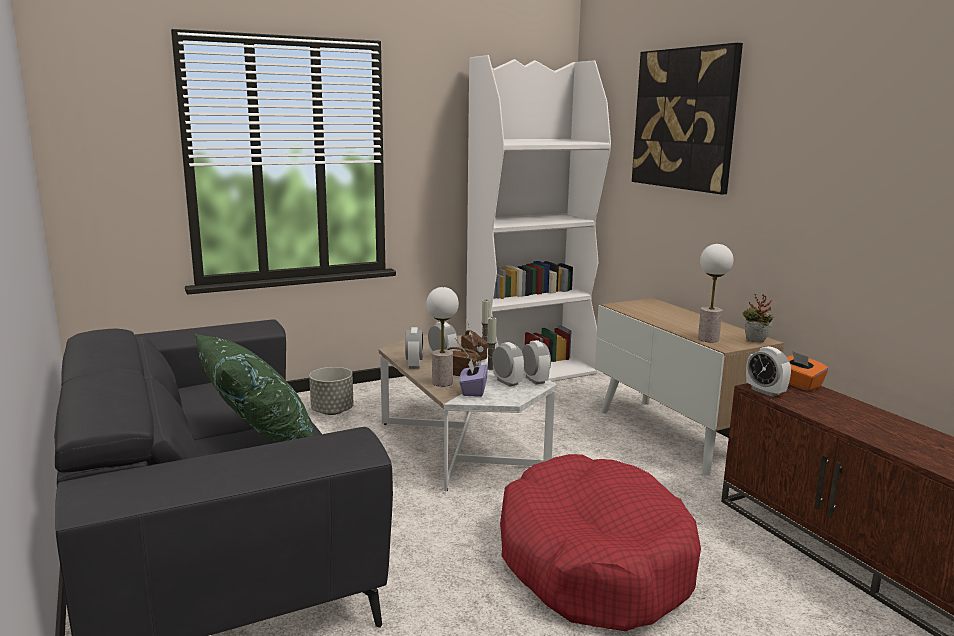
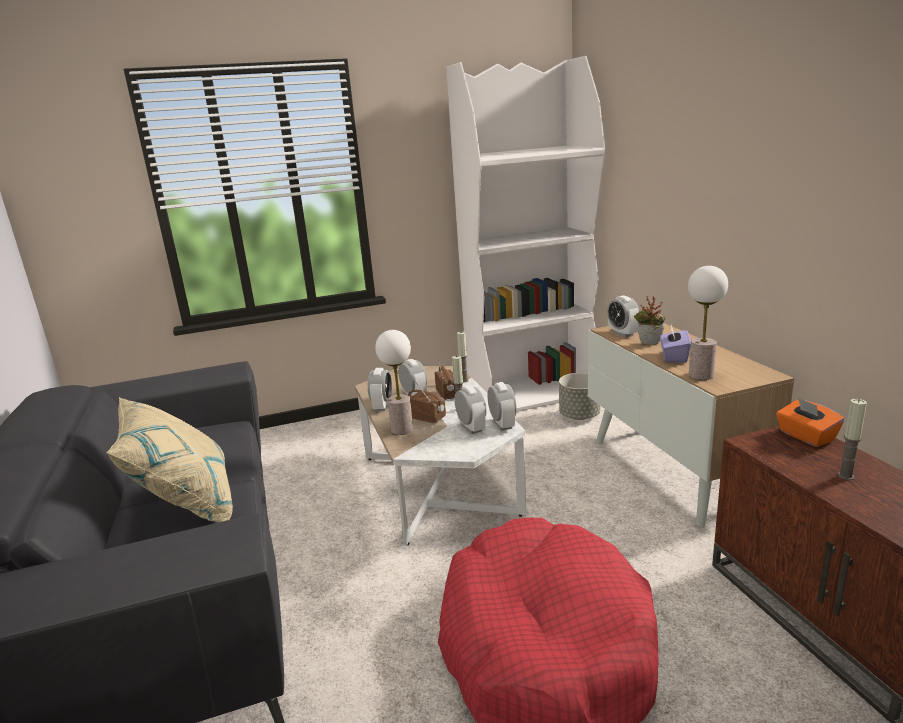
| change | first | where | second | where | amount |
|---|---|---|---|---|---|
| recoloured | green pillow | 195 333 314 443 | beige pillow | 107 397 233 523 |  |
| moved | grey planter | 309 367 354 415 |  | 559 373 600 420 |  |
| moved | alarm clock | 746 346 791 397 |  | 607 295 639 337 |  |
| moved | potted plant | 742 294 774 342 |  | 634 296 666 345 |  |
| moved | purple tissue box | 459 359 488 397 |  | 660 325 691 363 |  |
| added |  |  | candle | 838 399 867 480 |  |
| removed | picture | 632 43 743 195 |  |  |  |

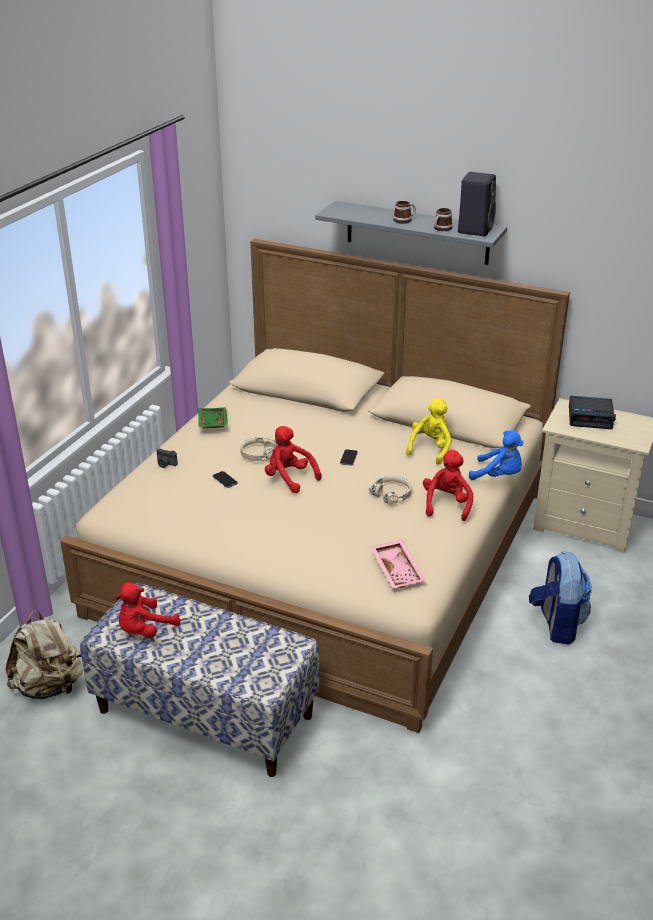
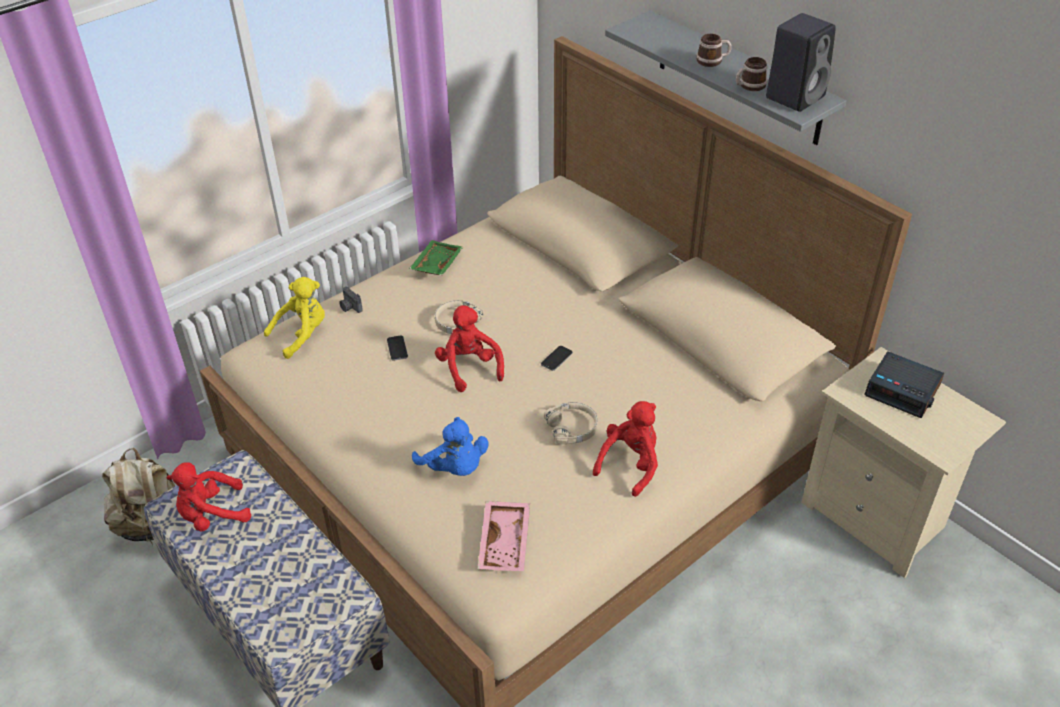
| change | first | where | second | where | amount |
|---|---|---|---|---|---|
| moved | yellow plush toy | 406 398 452 465 |  | 264 277 325 359 |  |
| moved | blue plush toy | 469 430 524 480 |  | 412 417 488 476 |  |
| removed | backpack | 529 551 592 645 |  |  |  |

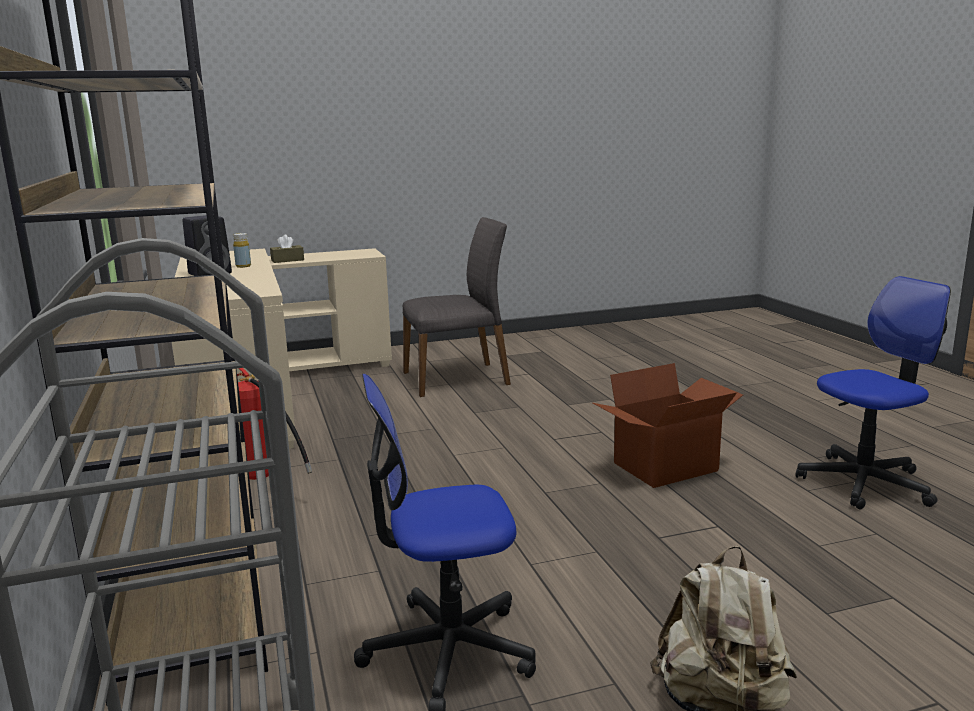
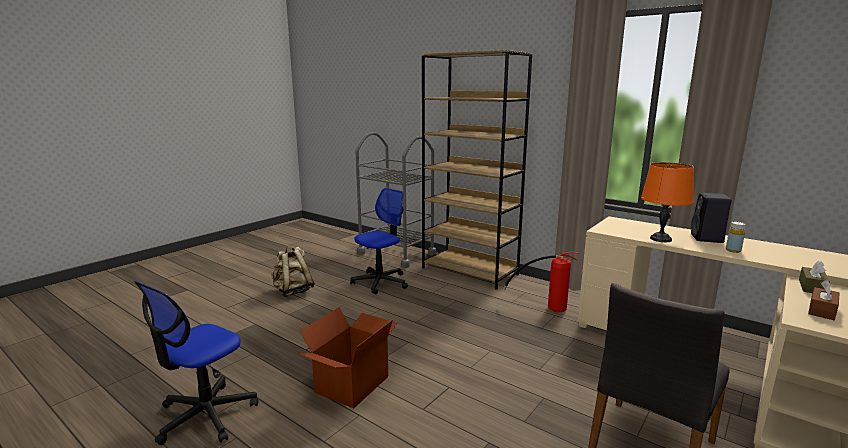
| change | first | where | second | where | amount |
|---|---|---|---|---|---|
| added |  |  | orange table lamp | 641 162 694 242 |  |
| added |  |  | brown tissue box | 808 280 839 320 |  |

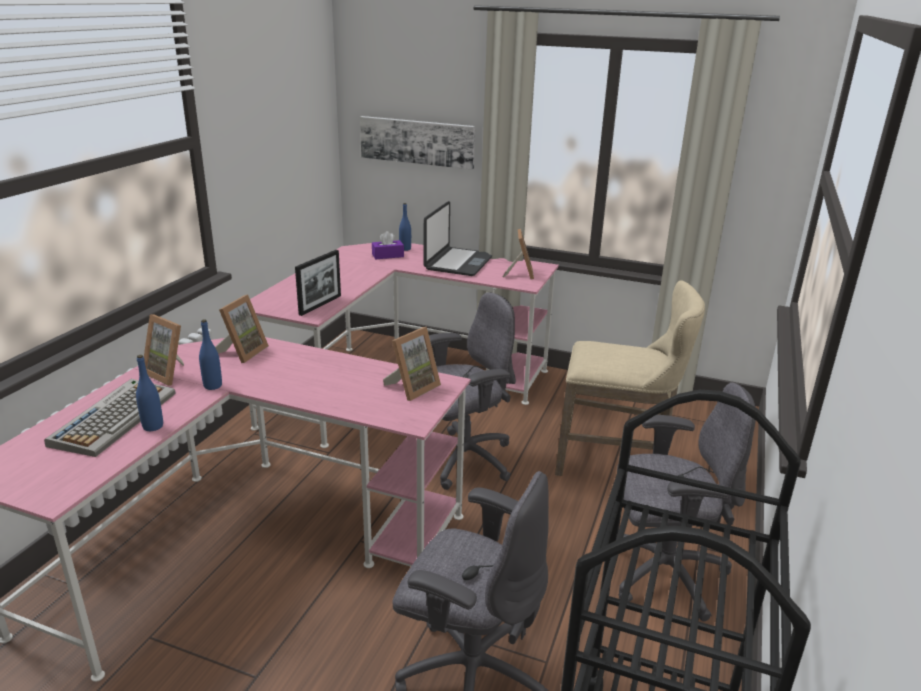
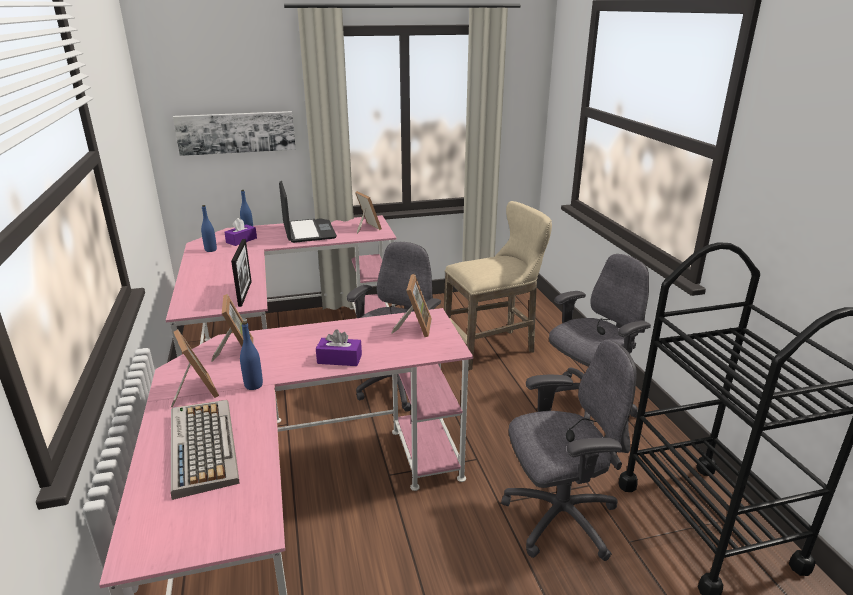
| change | first | where | second | where | amount |
|---|---|---|---|---|---|
| turned | picture frame | 144 314 184 386 |  | 171 330 219 407 | 120 degrees counterclockwise |
| moved | blue bottle | 136 355 163 431 |  | 201 205 217 252 |  |
| added |  |  | purple tissue box | 316 329 362 366 |  |

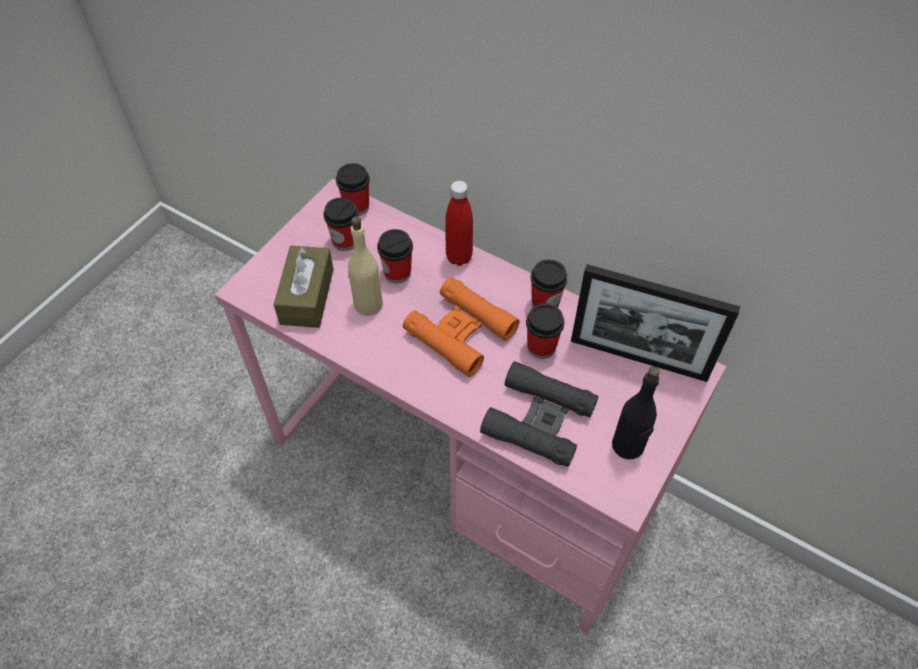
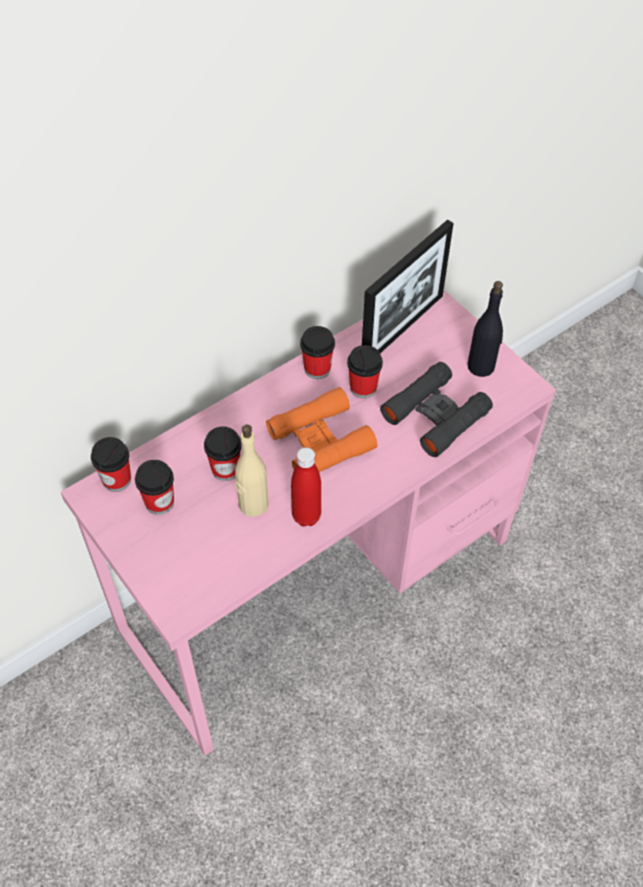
| change | first | where | second | where | amount |
|---|---|---|---|---|---|
| moved | red bottle | 445 181 473 266 |  | 291 447 321 527 |  |
| removed | brown tissue box | 274 246 334 328 |  |  |  |

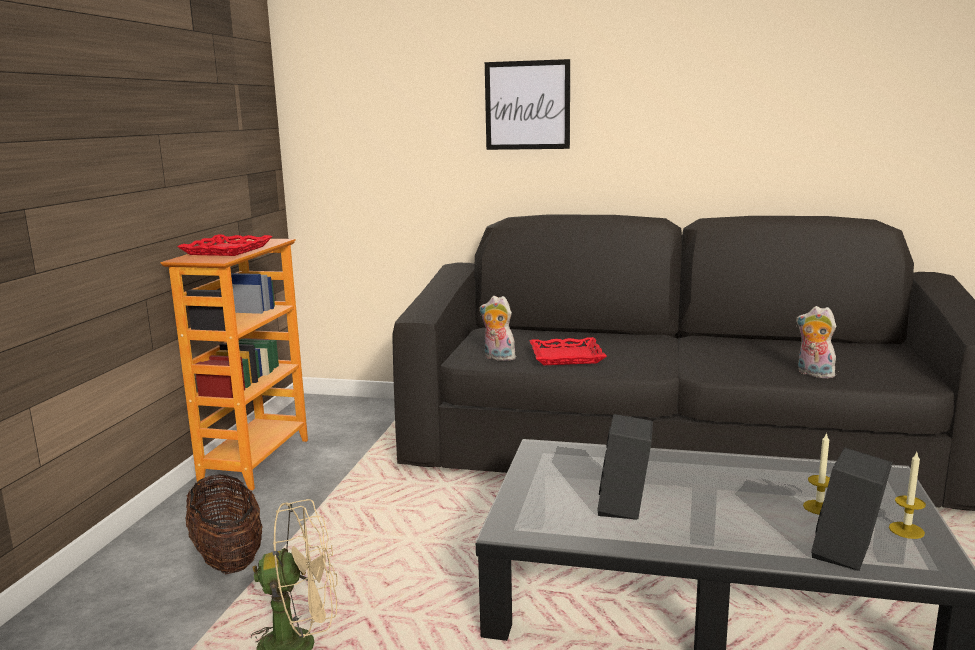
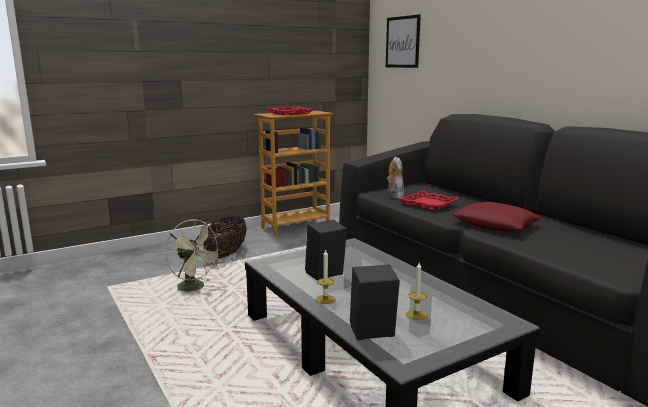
| change | first | where | second | where | amount |
|---|---|---|---|---|---|
| moved | candle | 889 452 926 539 |  | 316 250 336 304 |  |
| moved | picture | 485 59 570 150 |  | 386 14 421 68 |  |
| added |  |  | red pillow | 452 202 542 232 |  |
| removed | plush toy | 796 306 836 378 |  |  |  |

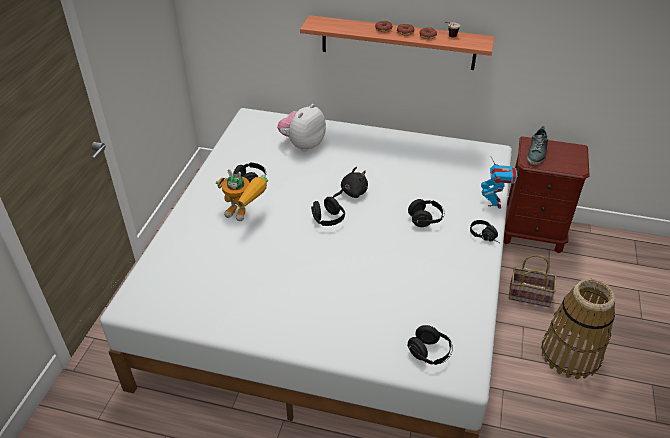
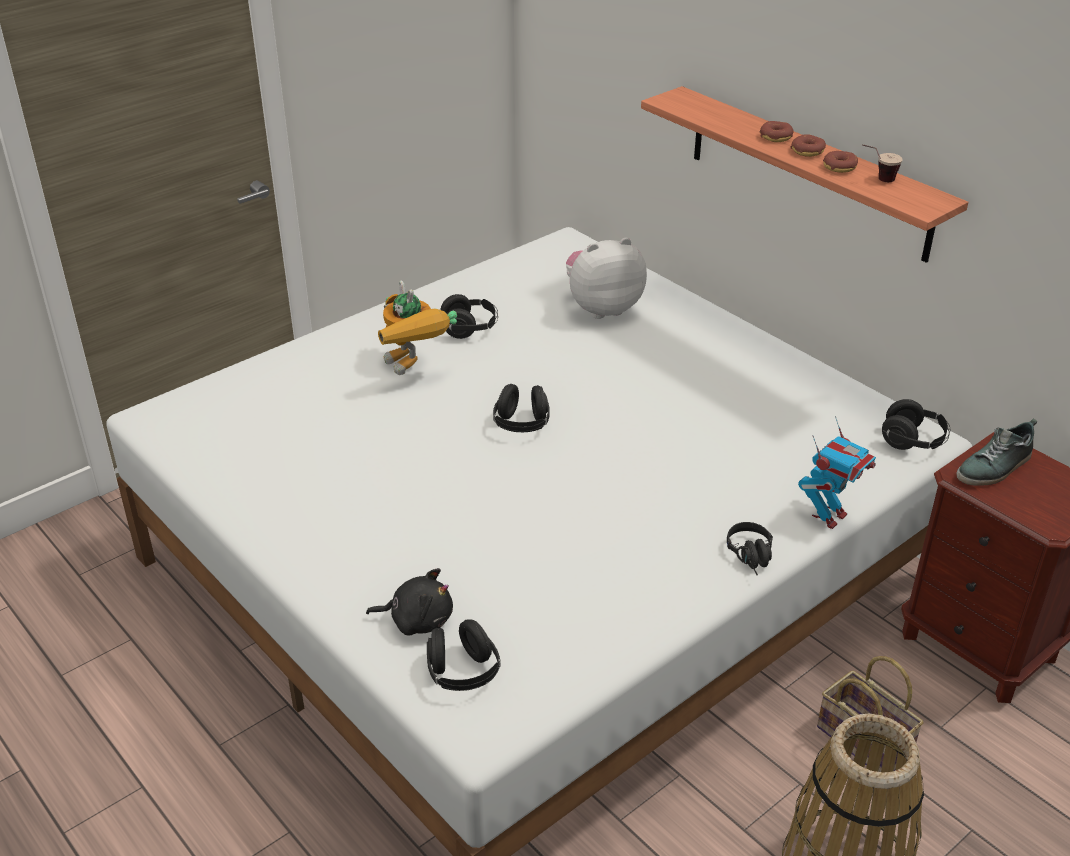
| change | first | where | second | where | amount |
|---|---|---|---|---|---|
| moved | black plush toy | 333 167 368 198 |  | 366 568 453 636 |  |
| moved | black headphones | 408 199 445 227 |  | 882 399 950 450 |  |

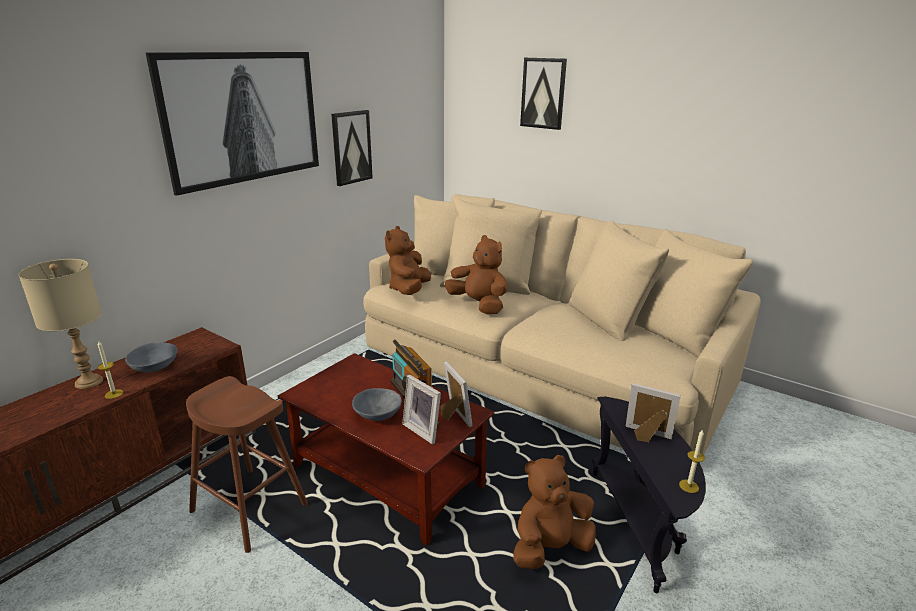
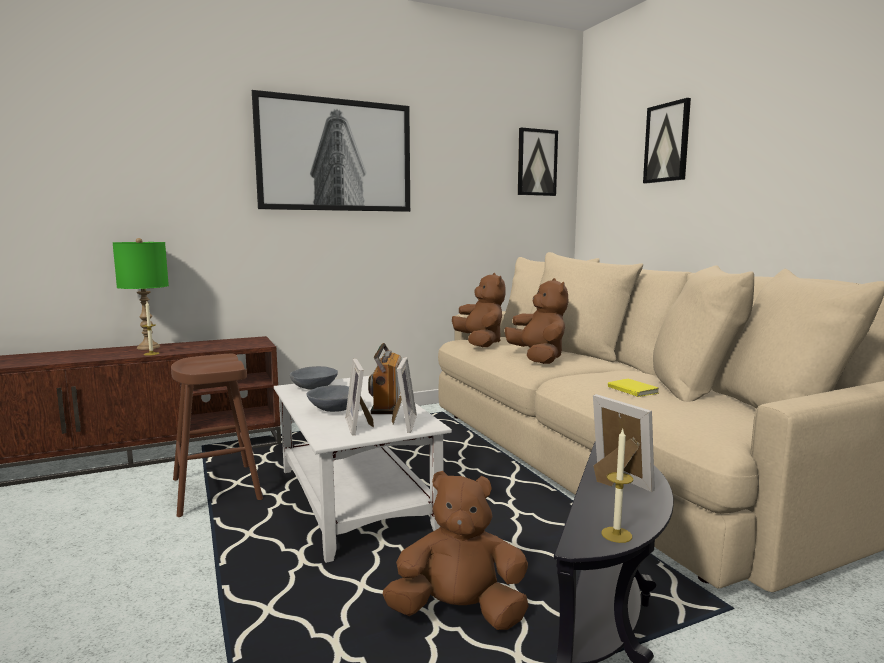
| change | first | where | second | where | amount |
|---|---|---|---|---|---|
| recoloured | beige table lamp | 19 259 103 389 | green table lamp | 112 238 169 350 |  |
| recoloured | brown coffee table | 278 353 494 546 | white coffee table | 274 376 452 563 |  |
| moved | grey bowl | 125 342 178 372 |  | 290 366 338 390 |  |
| turned | brown plush toy | 385 226 431 295 |  | 452 273 506 347 | 120 degrees clockwise |
| moved | picture | 331 110 373 186 |  | 518 128 558 196 |  |
| added |  |  | yellow book | 608 379 659 397 |  |

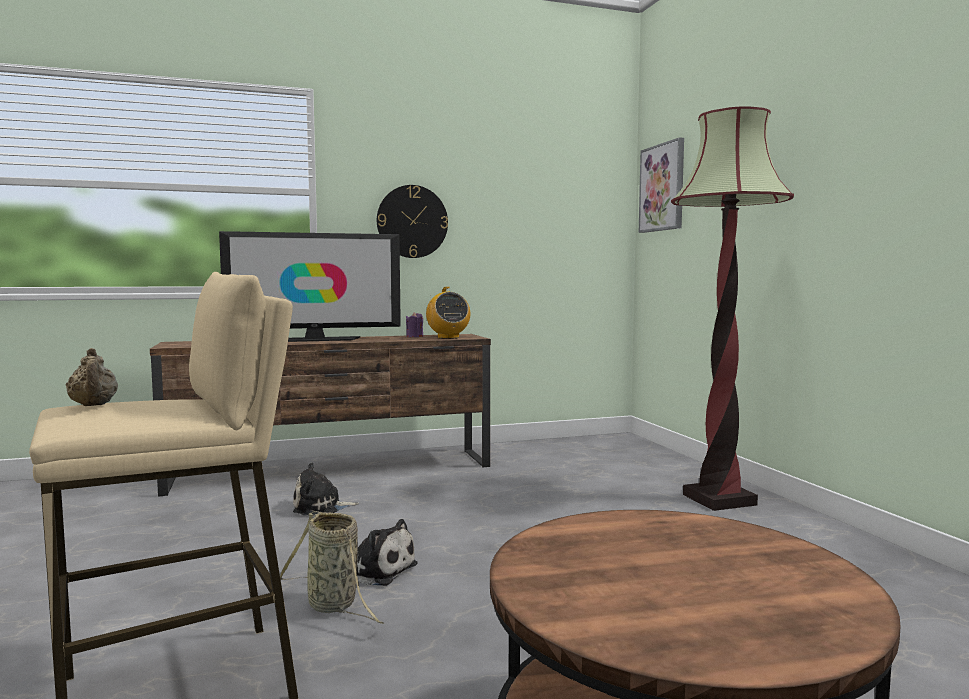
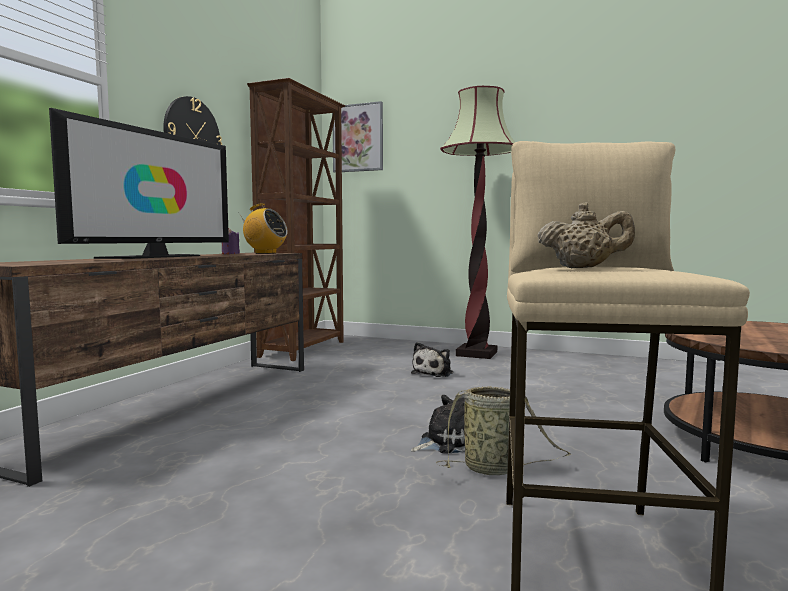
| change | first | where | second | where | amount |
|---|---|---|---|---|---|
| added |  |  | brown bookcase | 247 78 345 361 |  |
| moved | plush toy | 293 463 359 515 |  | 411 342 453 377 |  |

